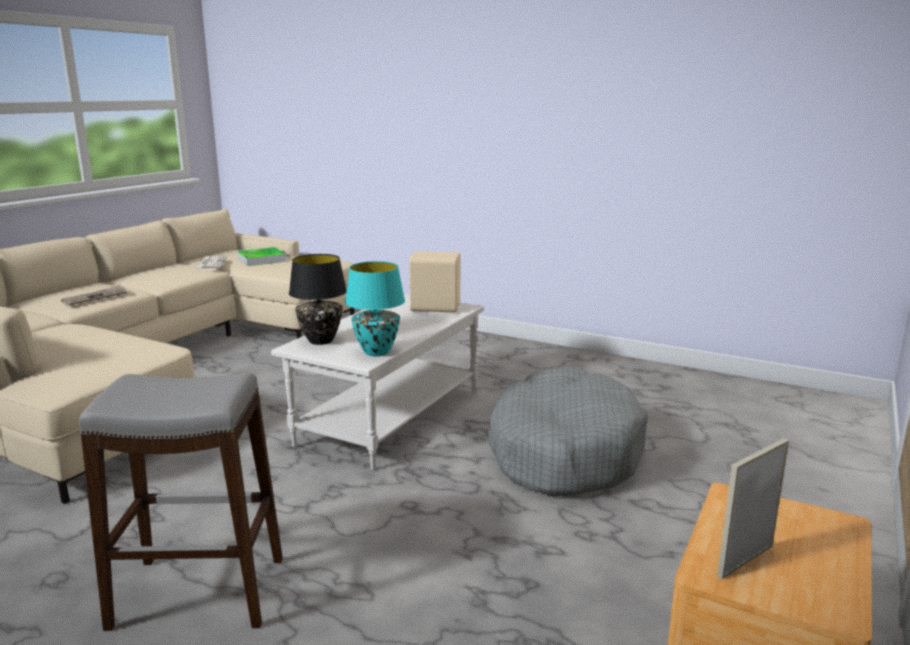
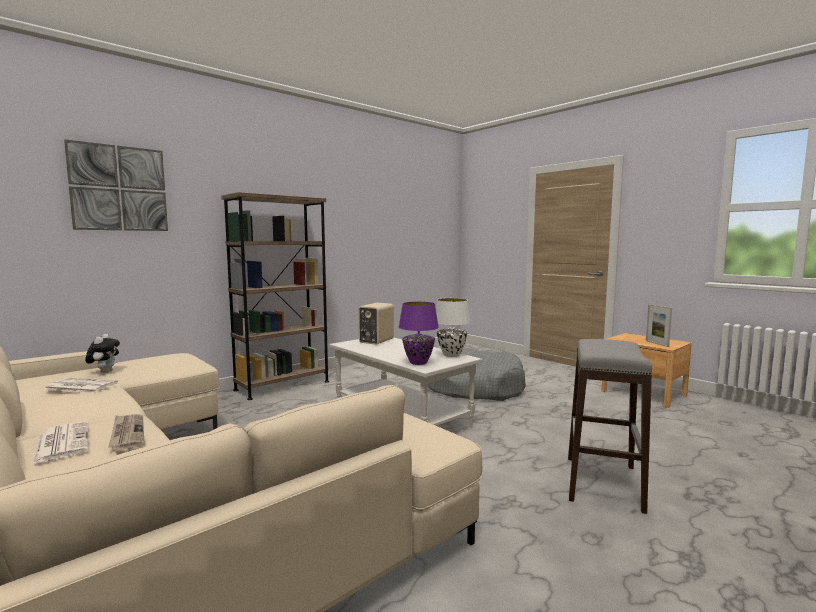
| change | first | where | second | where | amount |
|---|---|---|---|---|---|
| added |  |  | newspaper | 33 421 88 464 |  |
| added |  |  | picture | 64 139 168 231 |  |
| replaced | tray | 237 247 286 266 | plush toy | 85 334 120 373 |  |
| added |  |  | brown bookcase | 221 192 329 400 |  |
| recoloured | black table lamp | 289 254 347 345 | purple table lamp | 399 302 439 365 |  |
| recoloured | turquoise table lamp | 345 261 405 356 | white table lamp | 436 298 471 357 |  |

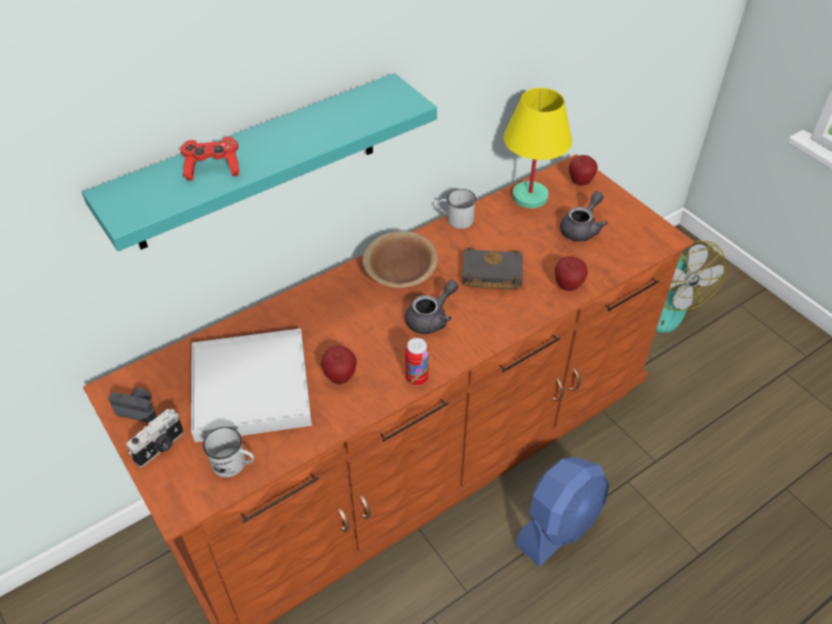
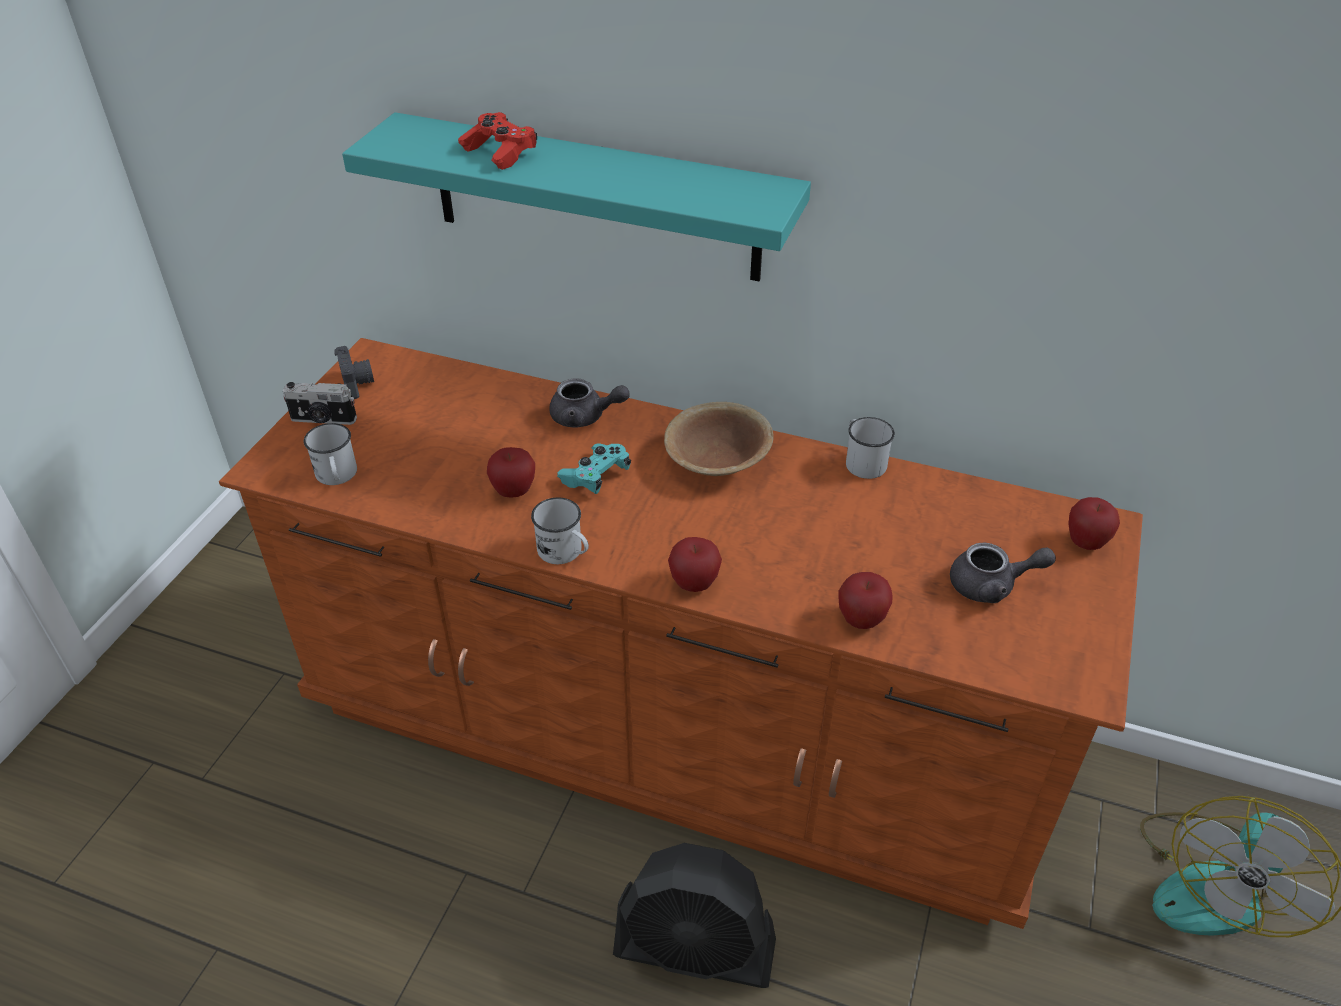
| change | first | where | second | where | amount |
|---|---|---|---|---|---|
| replaced | can | 405 338 429 386 | white mug | 531 497 589 564 |  |
| moved | grey teapot | 405 280 458 334 |  | 549 378 630 427 |  |
| added |  |  | turquoise game controller | 557 443 631 494 |  |
| recoloured | blue fan | 515 457 609 567 | black fan | 613 843 776 988 |  |
| added |  |  | apple | 668 537 722 592 |  |
| removed | white tray | 191 328 312 442 |  |  |  |
| removed | black book | 462 247 523 290 |  |  |  |
| removed | yellow table lamp | 503 88 572 208 |  |  |  |

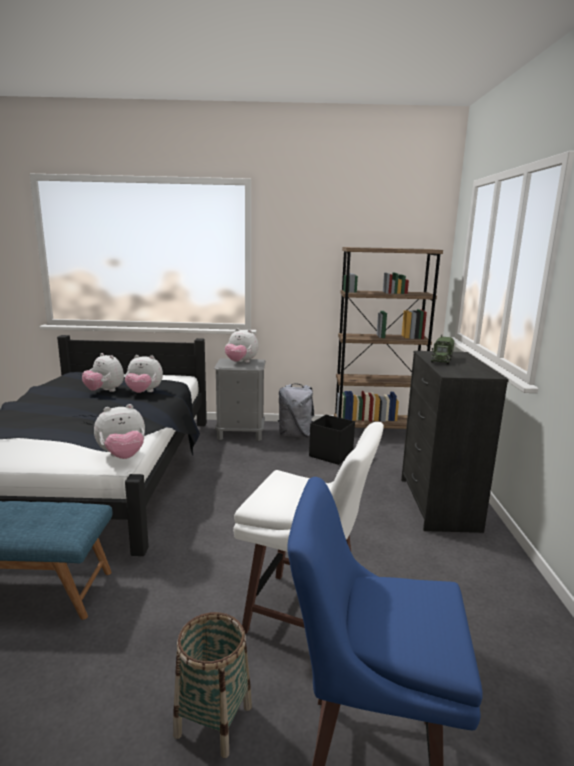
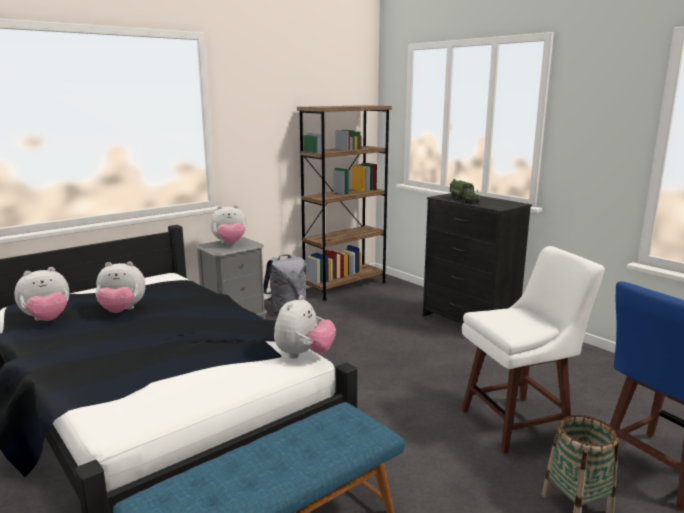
| change | first | where | second | where | amount |
|---|---|---|---|---|---|
| moved | plush toy | 125 355 163 393 |  | 14 267 69 321 |  |
| removed | black storage box | 309 415 355 465 |  |  |  |

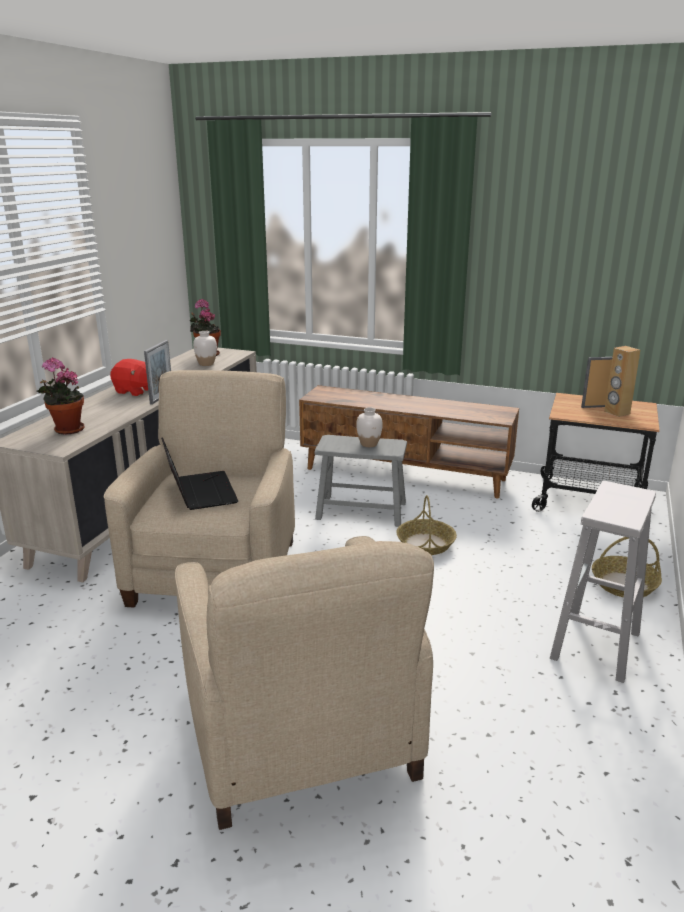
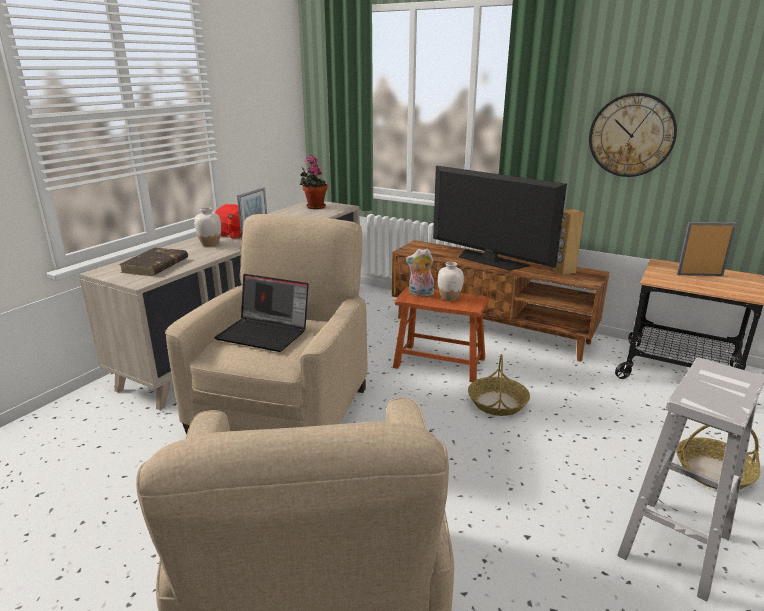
| change | first | where | second | where | amount |
|---|---|---|---|---|---|
| replaced | potted plant | 37 357 85 435 | brown book | 119 248 188 276 |  |
| moved | white vase | 193 331 217 366 |  | 194 207 221 247 |  |
| turned | laptop | 161 437 238 510 |  | 214 274 309 352 | 120 degrees clockwise |
| recoloured | grey stool | 315 435 407 527 | brown stool | 393 287 489 382 |  |
| added |  |  | plush toy | 406 249 434 296 |  |
| added |  |  | television | 433 166 567 270 |  |
| moved | brown speaker | 604 346 640 417 |  | 553 209 584 275 |  |
| added |  |  | wall clock | 589 93 677 177 |  |

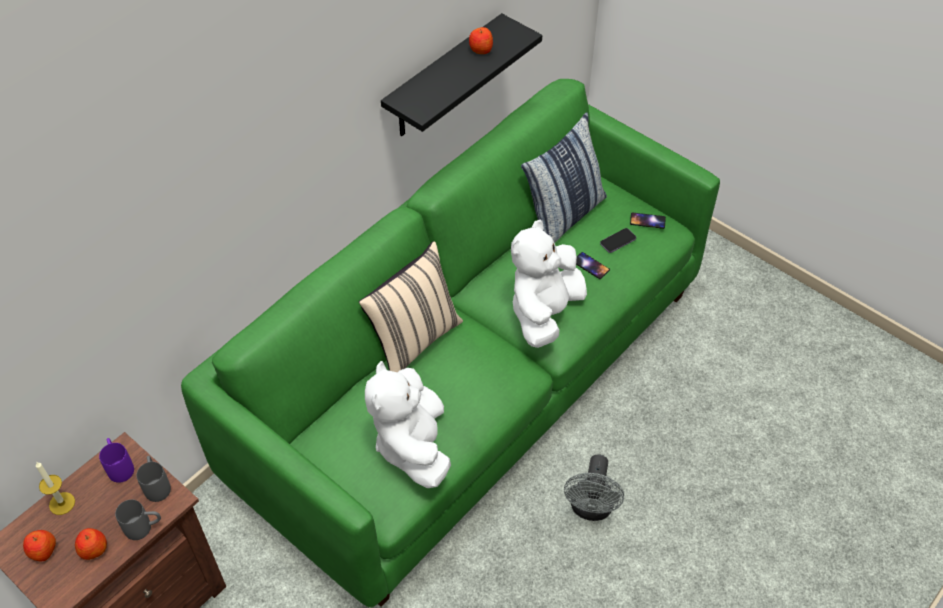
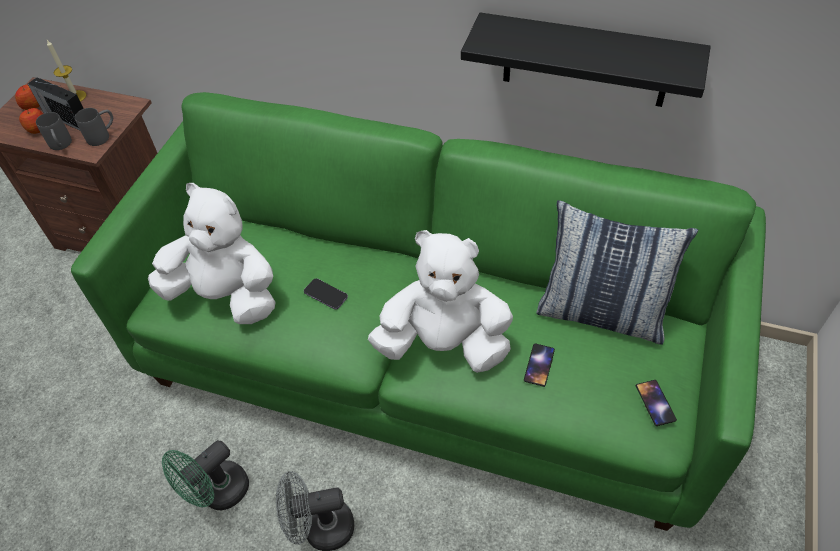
| change | first | where | second | where | amount |
|---|---|---|---|---|---|
| added |  |  | radio | 28 77 84 130 |  |
| turned | white plush toy | 365 361 451 488 |  | 148 183 276 324 | 45 degrees clockwise |
| added |  |  | green fan | 162 440 249 510 |  |
| moved | phone | 600 228 636 253 |  | 304 278 348 310 |  |
| removed | purple mug | 99 438 134 483 |  |  |  |
| removed | beige pillow | 359 241 463 372 |  |  |  |
| removed | apple | 469 27 493 54 |  |  |  |

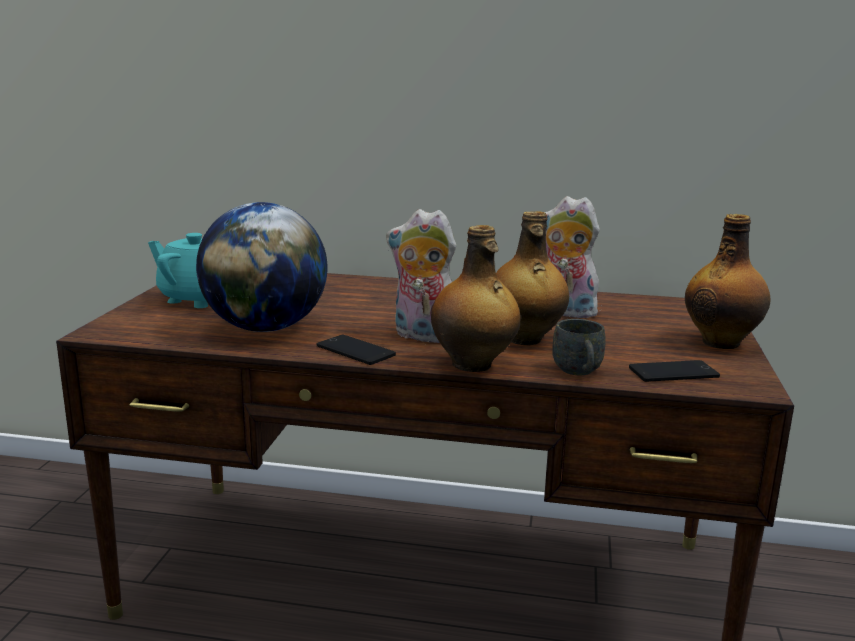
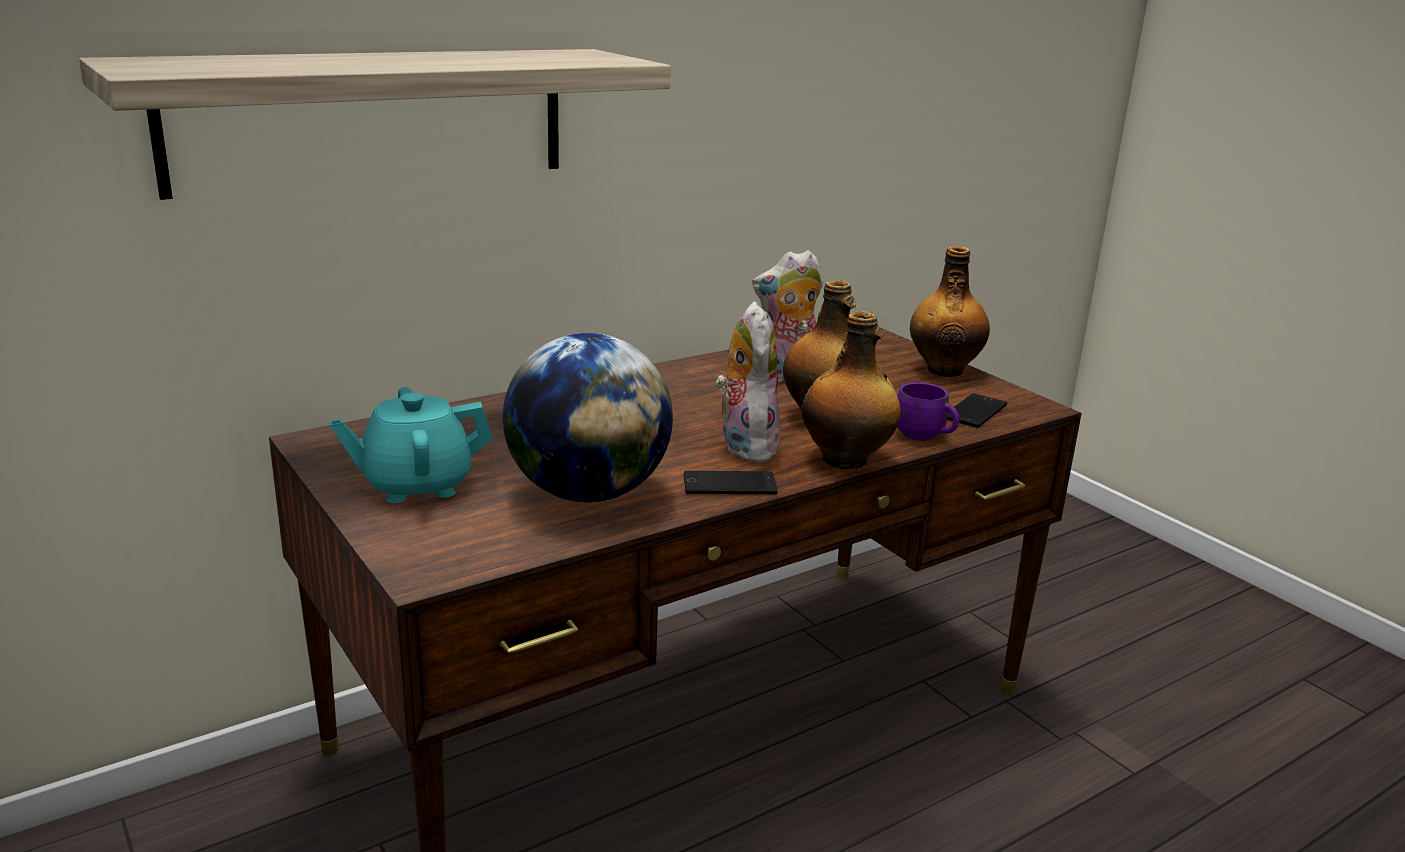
| change | first | where | second | where | amount |
|---|---|---|---|---|---|
| added |  |  | shelf | 79 49 671 200 |  |
| turned | plush toy | 386 209 456 343 |  | 715 301 782 463 | 105 degrees clockwise |
| recoloured | grey mug | 552 319 605 375 | purple mug | 897 382 960 441 |  |

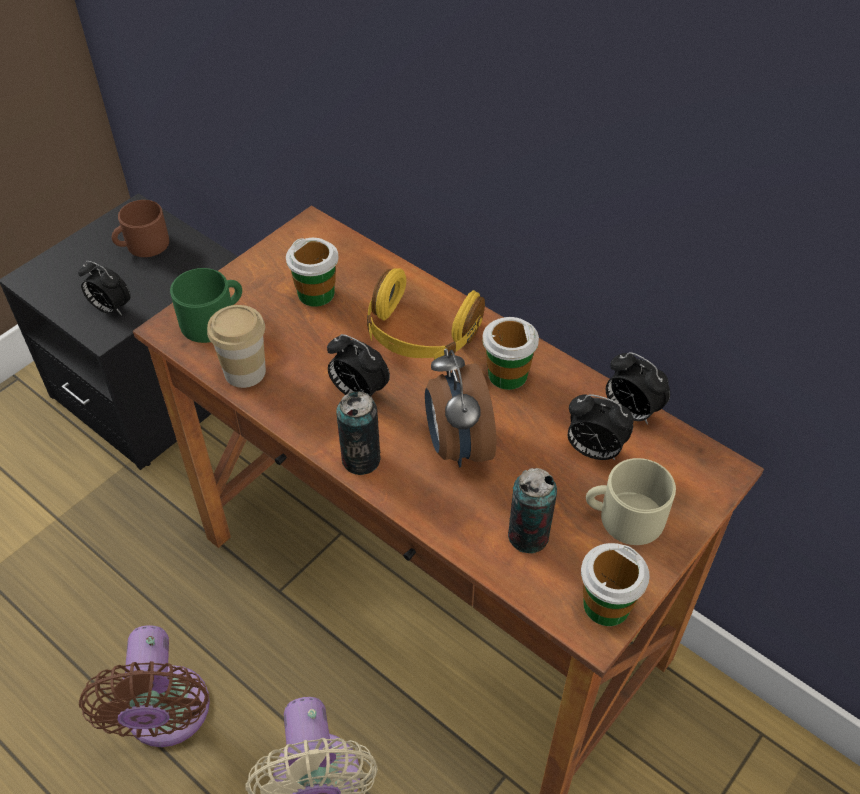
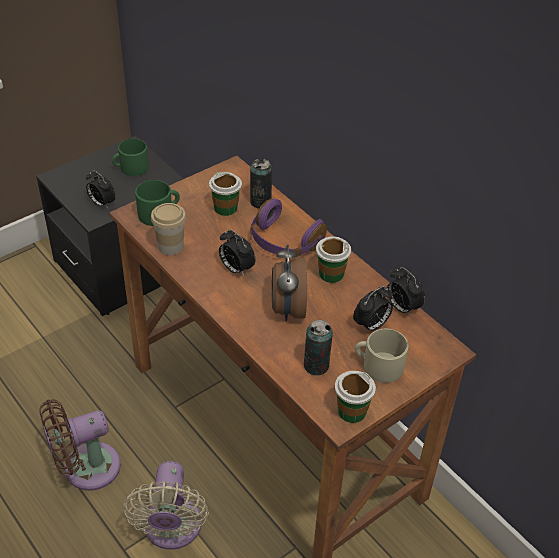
| change | first | where | second | where | amount |
|---|---|---|---|---|---|
| turned | brown fan | 79 625 210 747 |  | 39 399 121 491 | 60 degrees clockwise |
| recoloured | brown mug | 112 200 169 257 | green mug | 112 139 148 176 |  |
| moved | can | 336 391 381 475 |  | 250 158 272 209 |  |
| recoloured | yellow headphones | 367 268 485 360 | purple headphones | 250 199 327 256 |  |
| turned | alarm clock | 568 394 633 460 |  | 353 286 393 333 | 75 degrees counterclockwise |

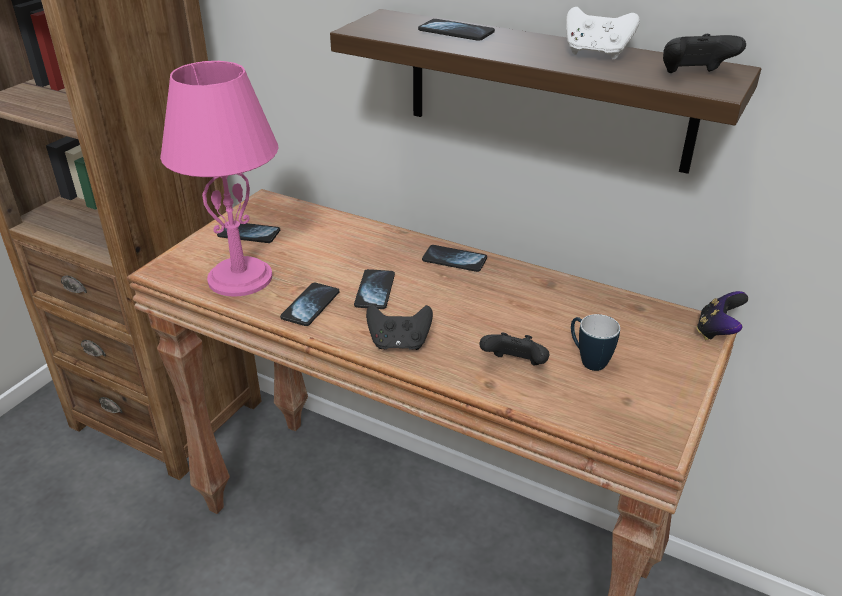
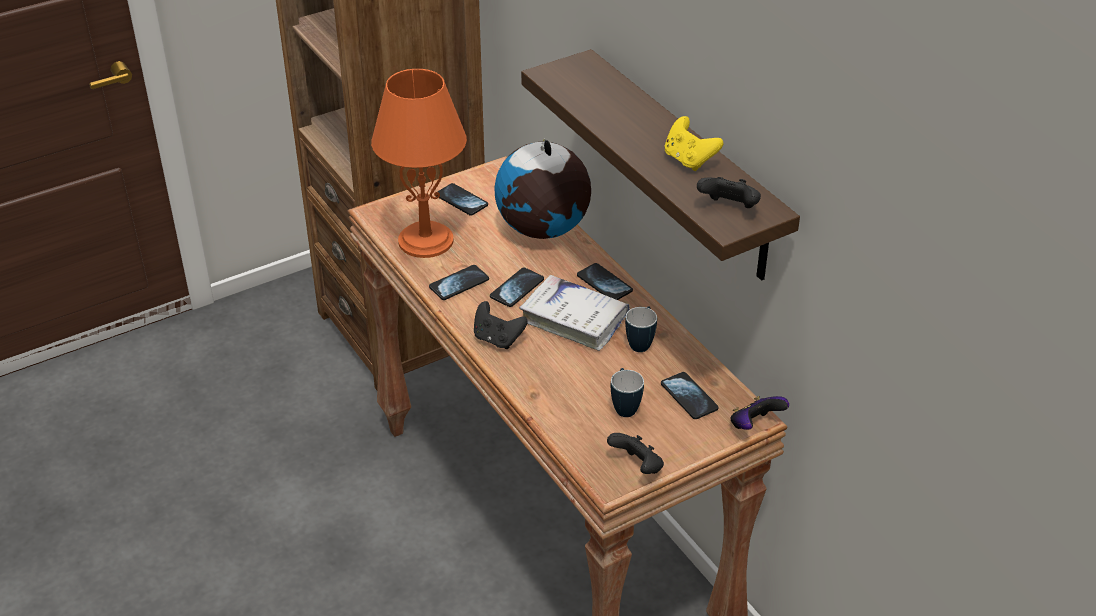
| change | first | where | second | where | amount |
|---|---|---|---|---|---|
| recoloured | pink table lamp | 160 61 278 297 | orange table lamp | 371 69 467 258 |  |
| added |  |  | globe | 494 140 591 239 |  |
| added |  |  | white book | 519 275 630 351 |  |
| moved | black game controller | 480 333 549 365 |  | 607 433 664 474 |  |
| added |  |  | mug | 625 306 657 352 |  |
| moved | phone | 418 19 495 41 |  | 661 372 719 419 |  |
| recoloured | white game controller | 566 7 640 60 | yellow game controller | 665 116 723 171 |  |

